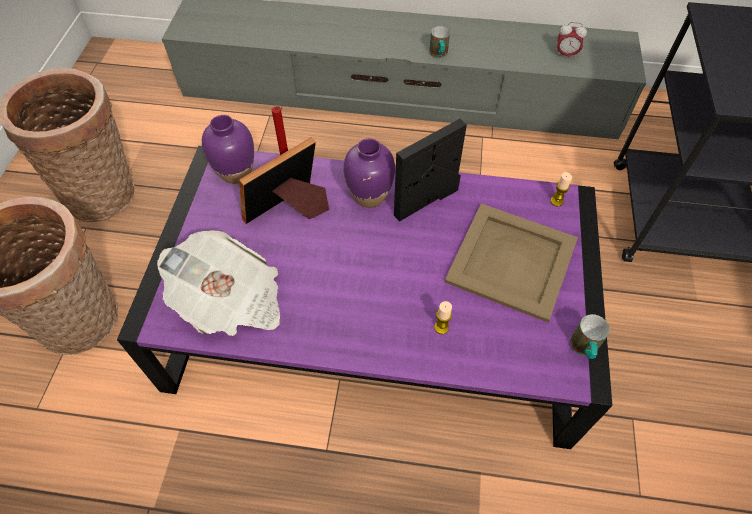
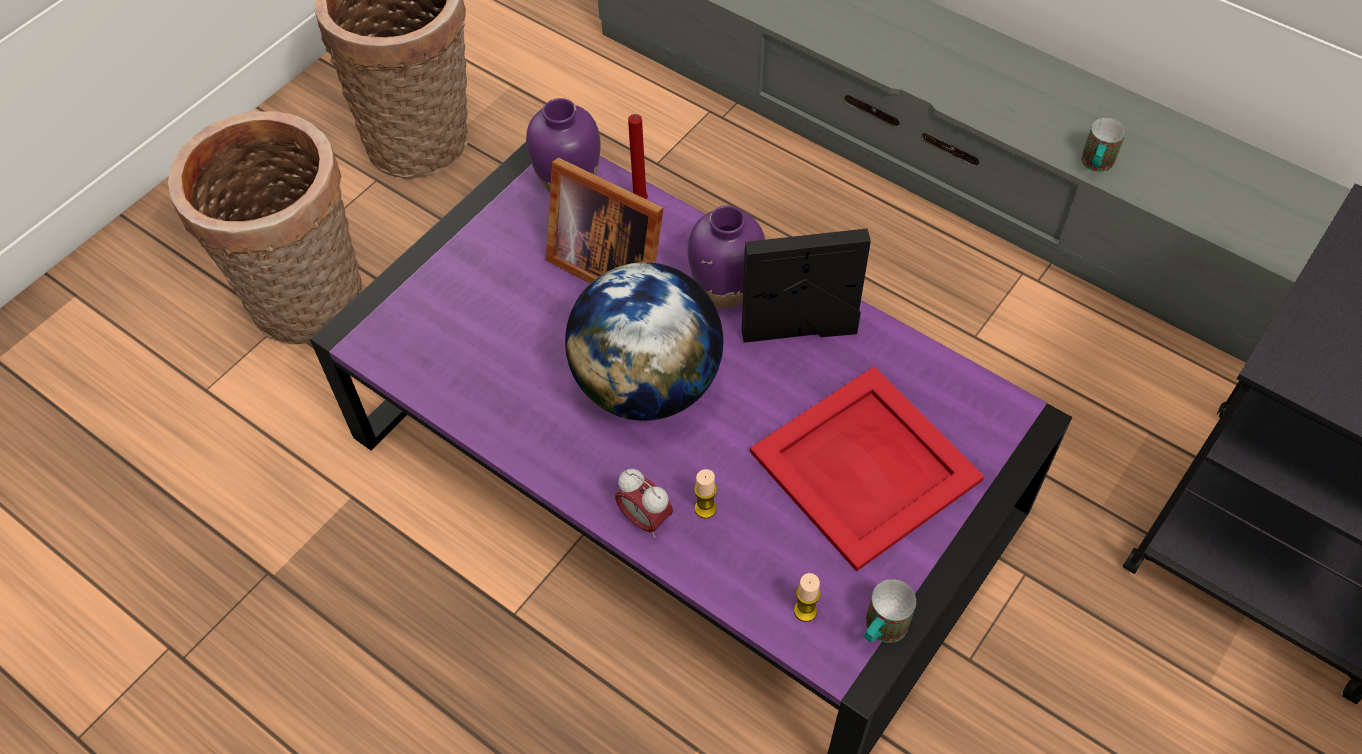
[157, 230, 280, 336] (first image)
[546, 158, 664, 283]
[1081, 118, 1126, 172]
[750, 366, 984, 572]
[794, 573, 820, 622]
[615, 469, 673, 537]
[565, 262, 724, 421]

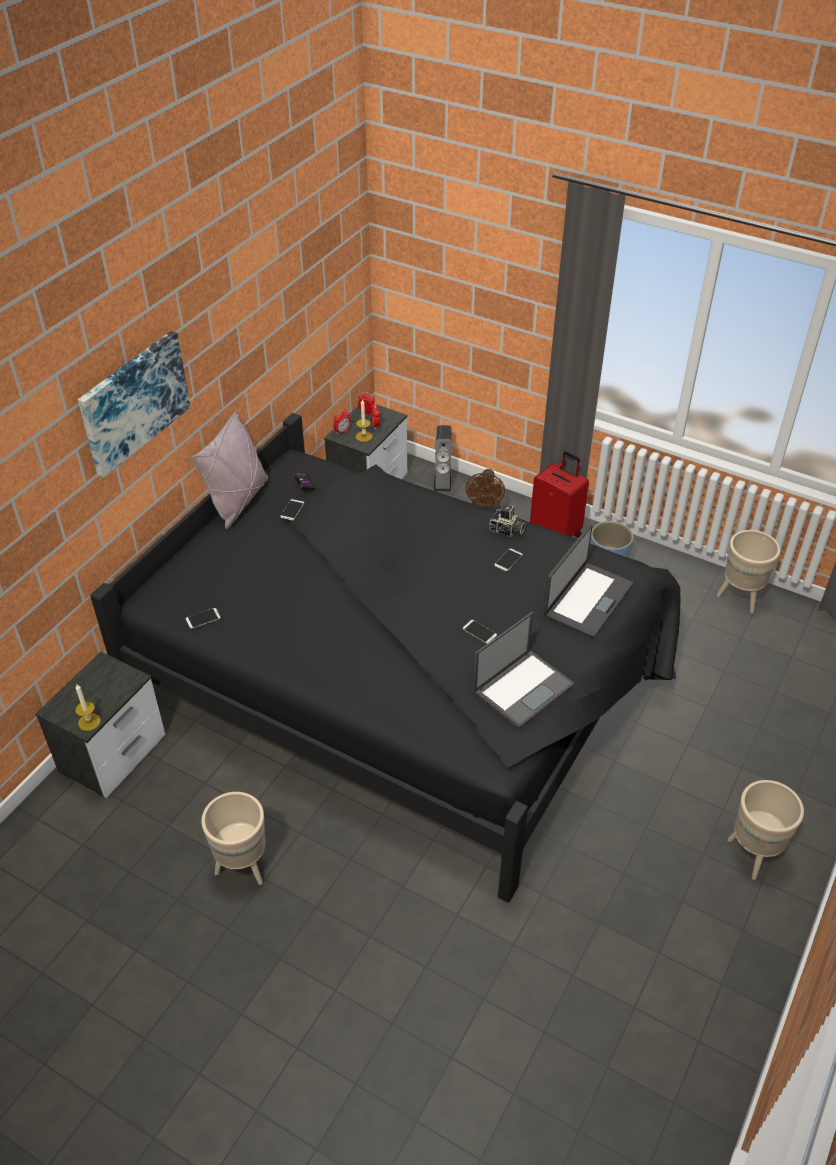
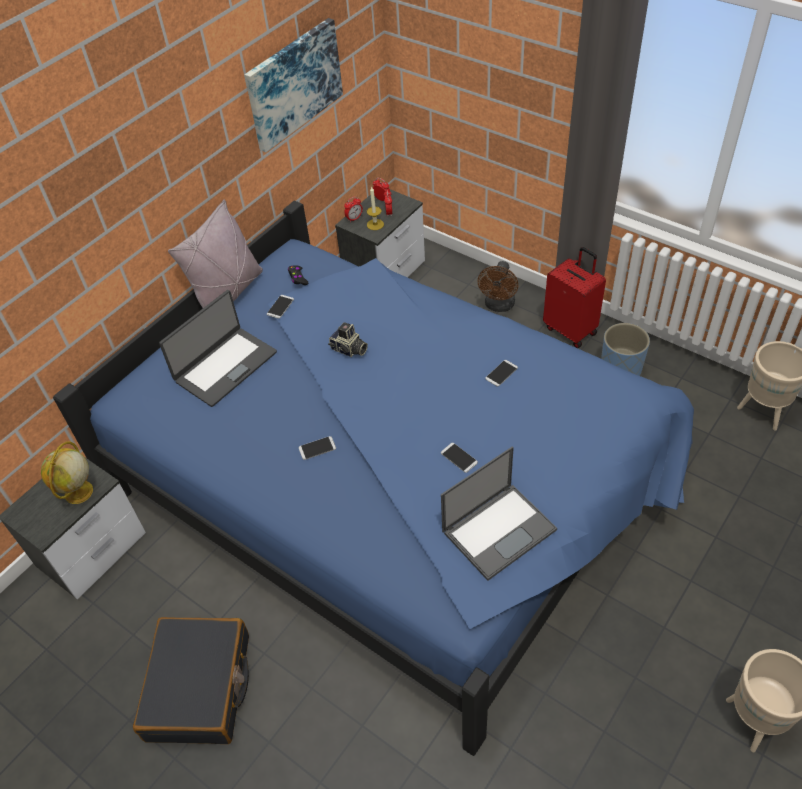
[75, 684, 101, 731] (first image)
[244, 18, 343, 152]
[53, 200, 694, 756]
[299, 436, 336, 460]
[133, 617, 249, 744]
[434, 425, 452, 492] (first image)
[328, 322, 368, 357]
[159, 290, 277, 407]
[41, 441, 93, 504]

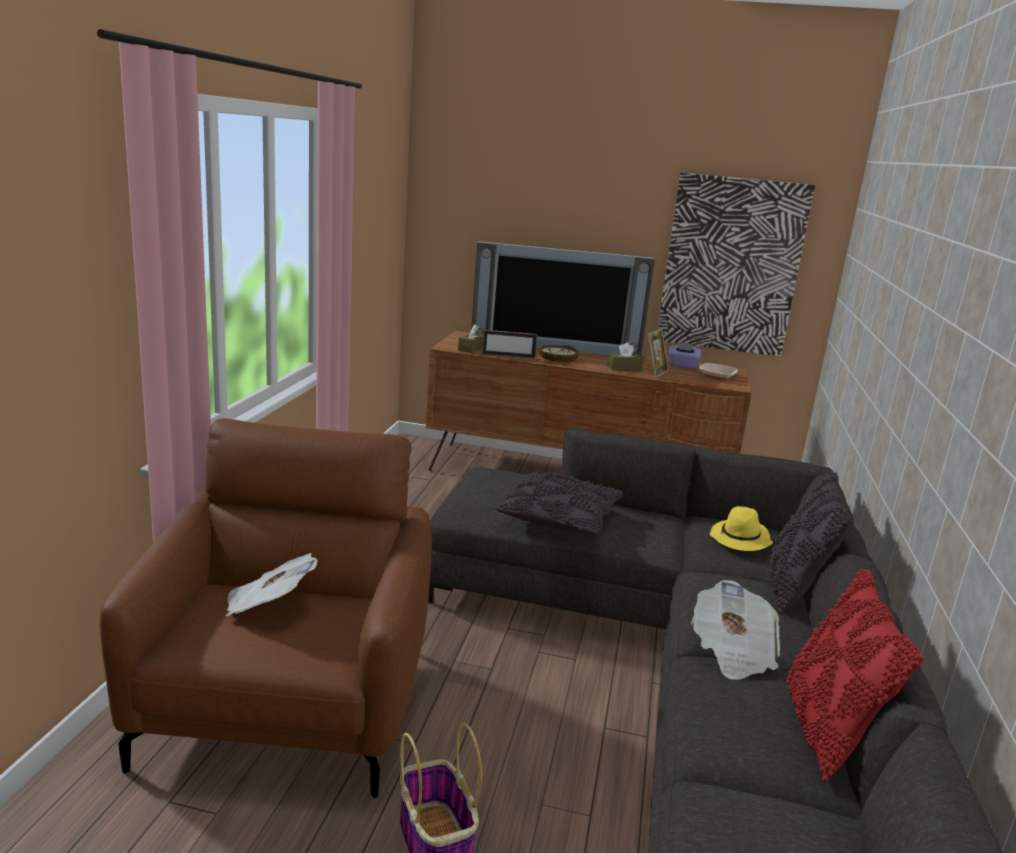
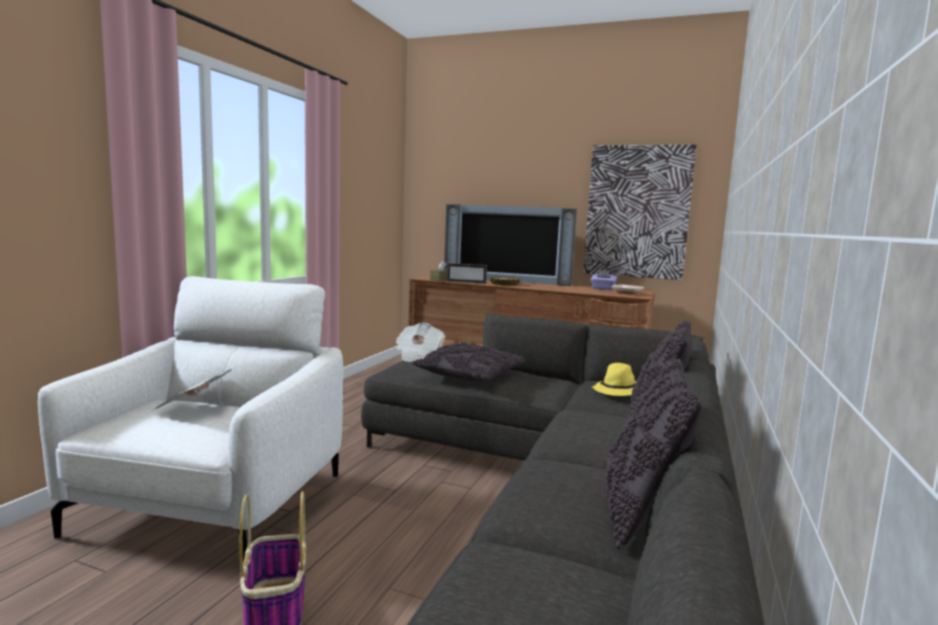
[38, 276, 343, 562]
[607, 342, 643, 371] (first image)
[648, 328, 669, 378] (first image)
[396, 323, 445, 362]
[605, 358, 702, 549]

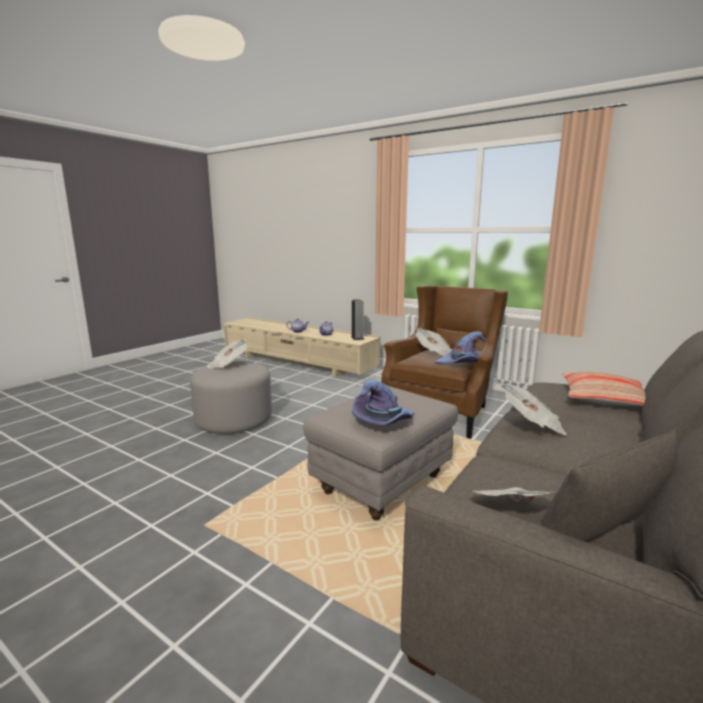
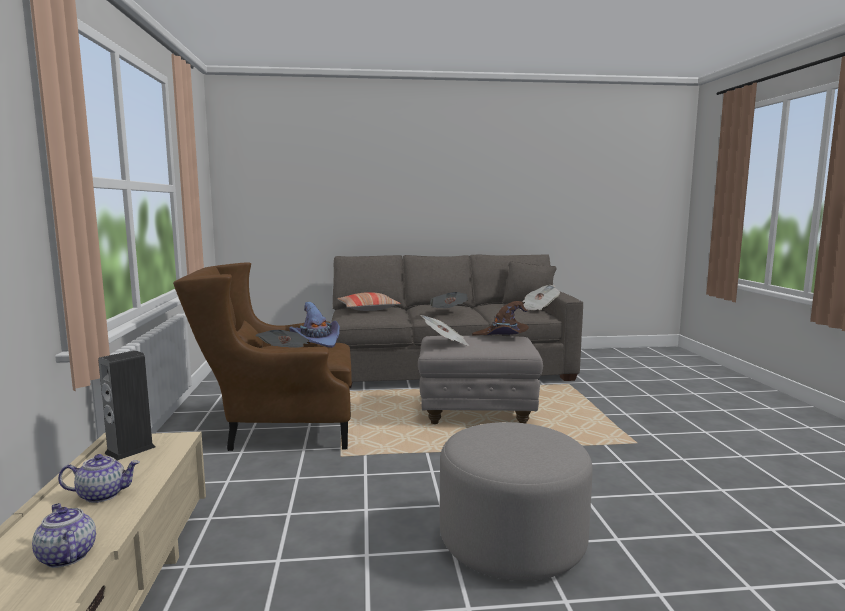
[420, 315, 469, 346]
[472, 301, 529, 336]

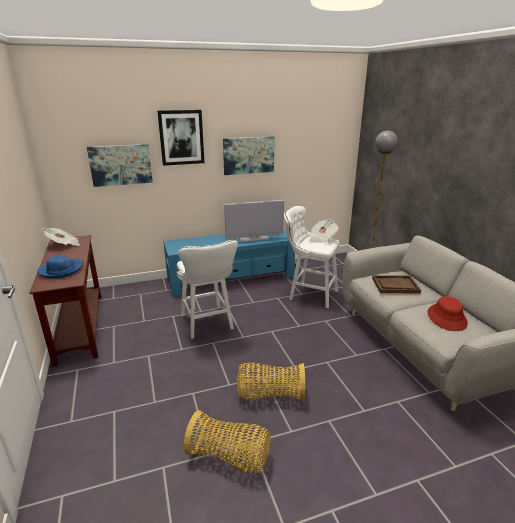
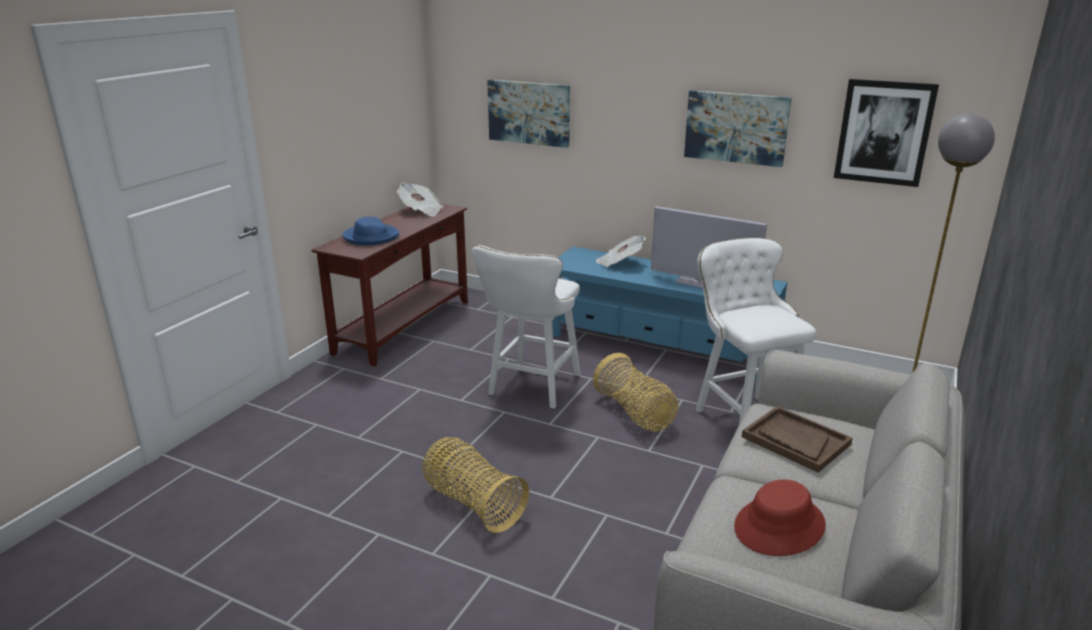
[834, 79, 939, 187]
[593, 353, 679, 432]
[596, 236, 646, 267]

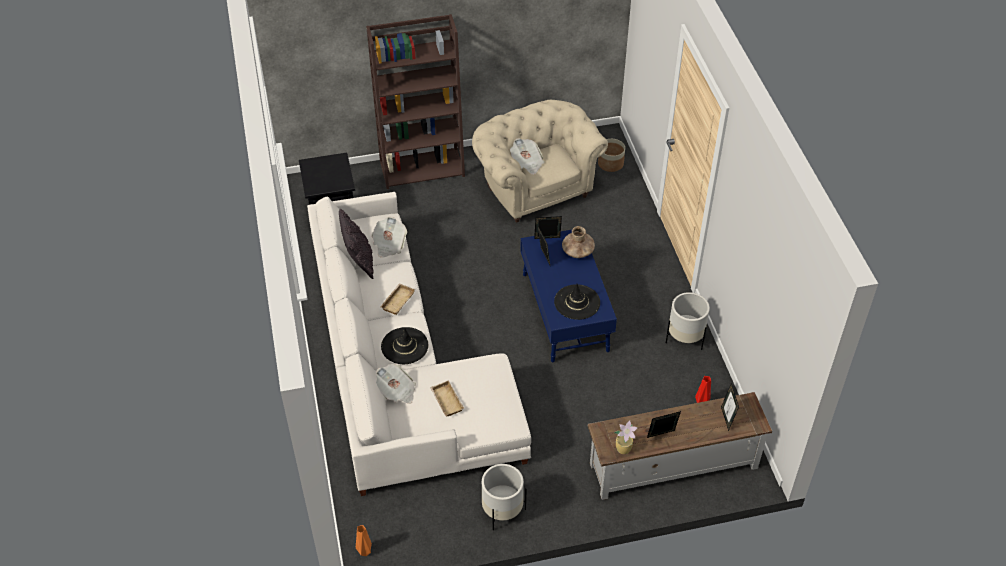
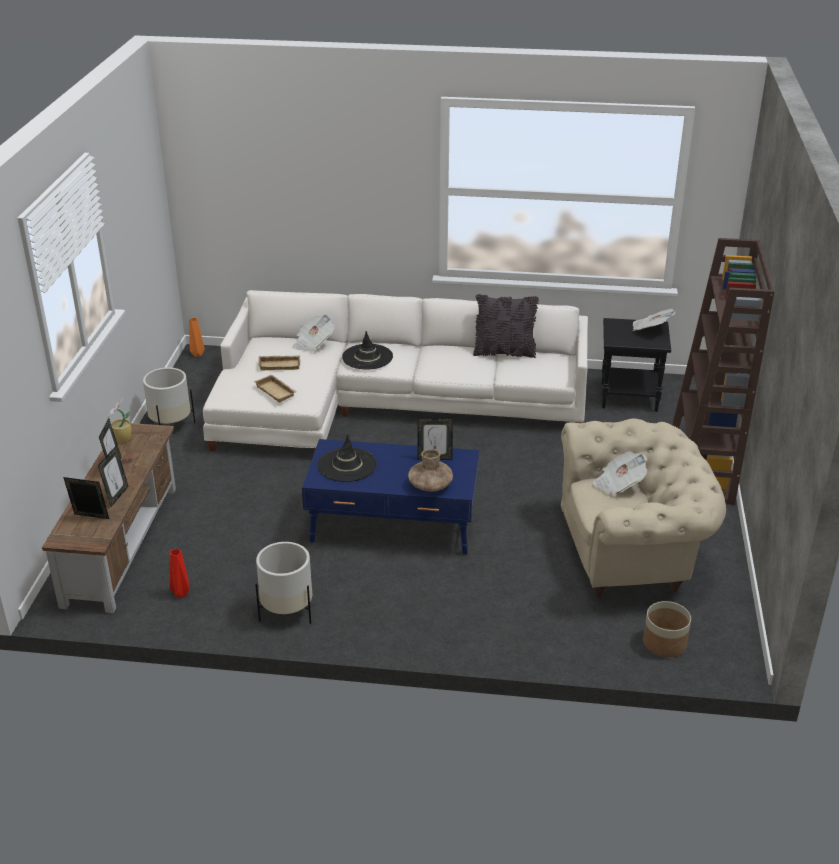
[633, 308, 676, 331]
[254, 375, 297, 402]
[98, 446, 129, 507]

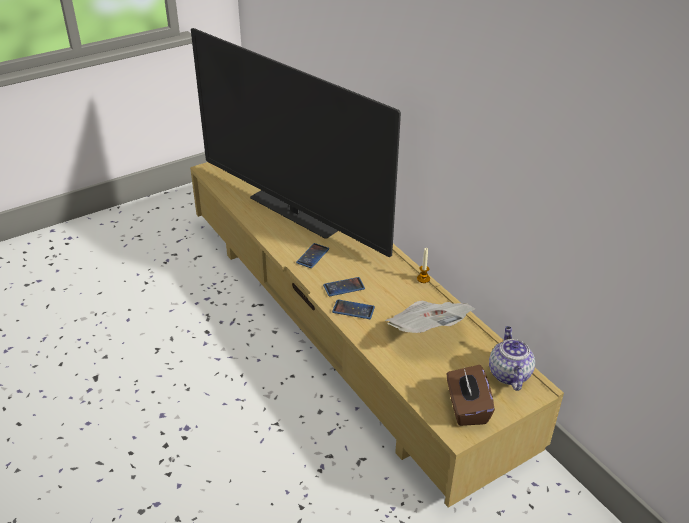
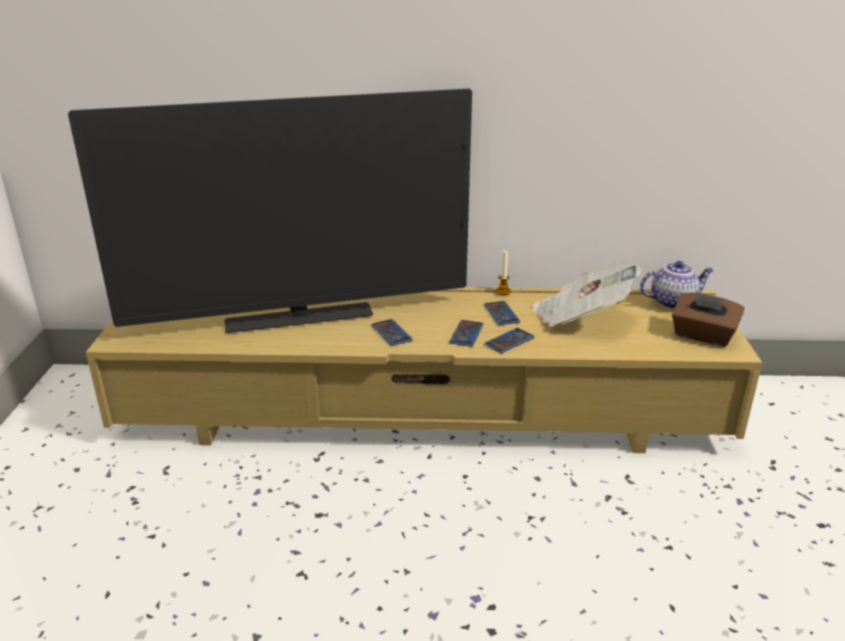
[640, 261, 713, 309]
[484, 301, 520, 325]

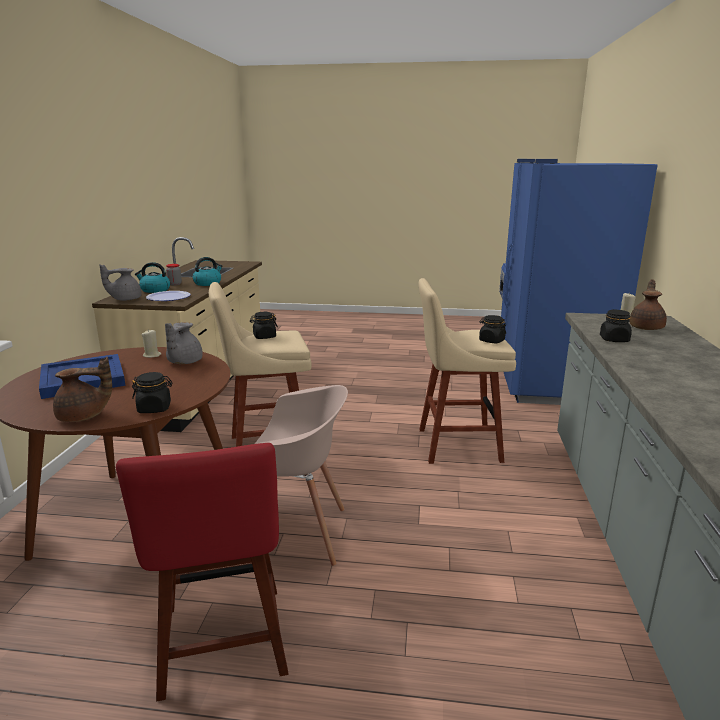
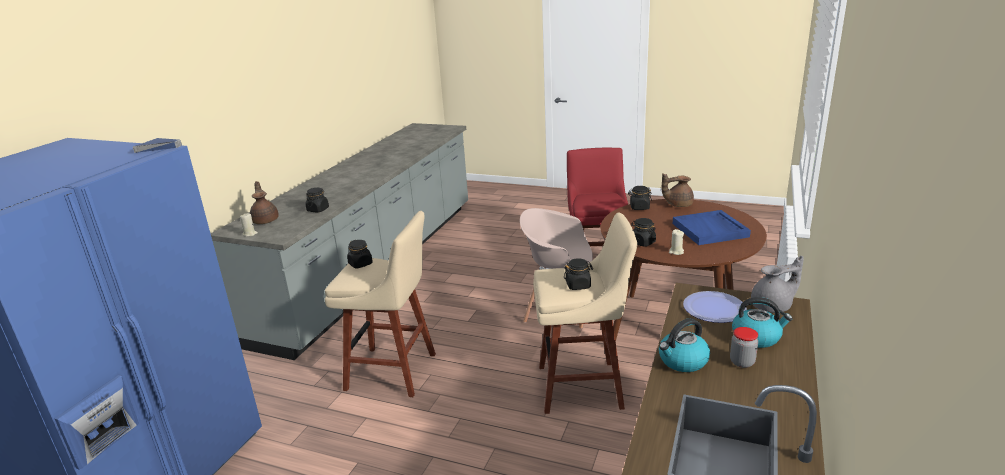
[631, 218, 656, 247]
[250, 181, 279, 224]

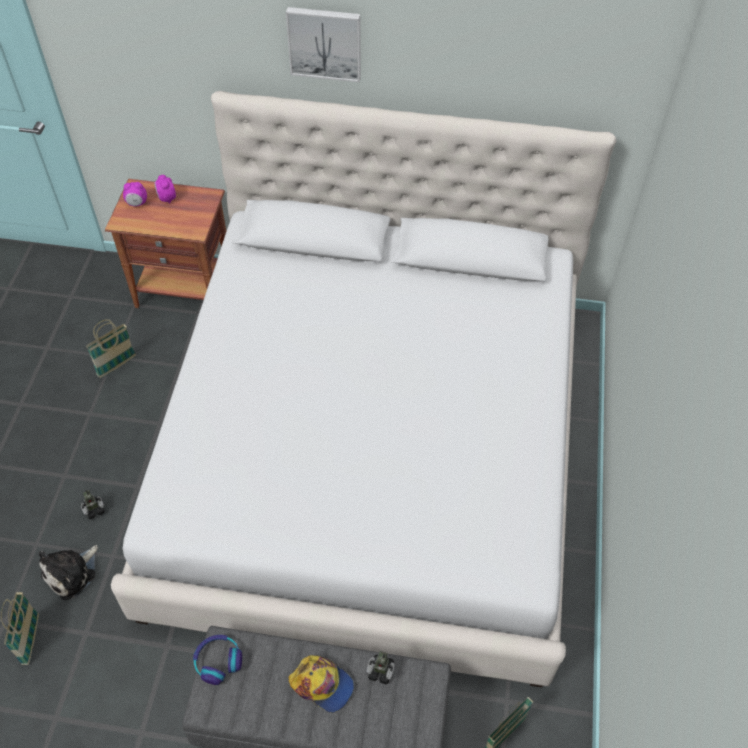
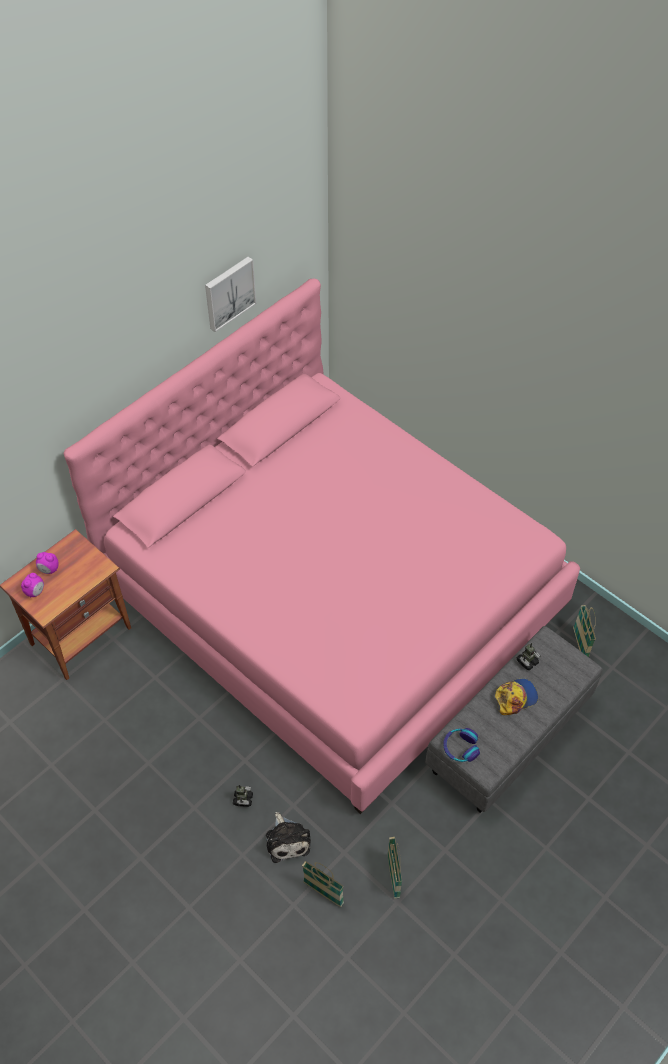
[387, 837, 402, 899]
[64, 278, 580, 814]
[205, 257, 256, 332]

